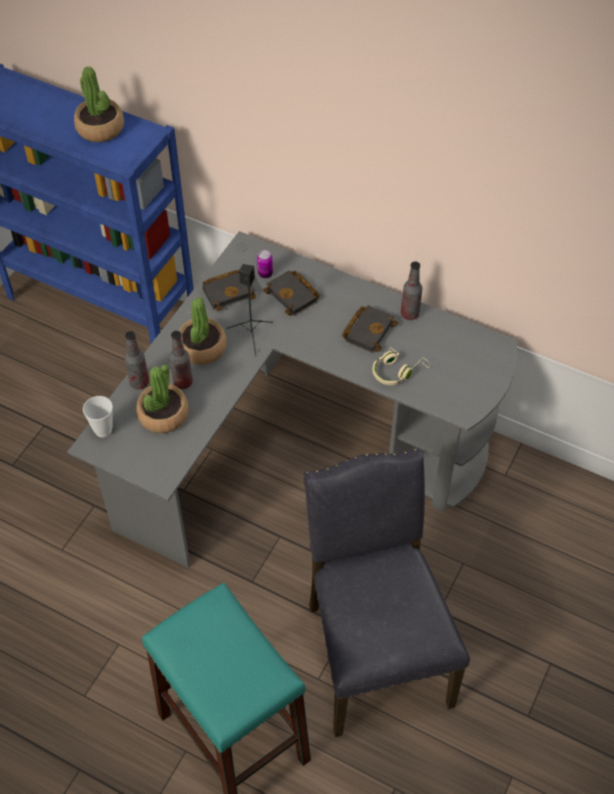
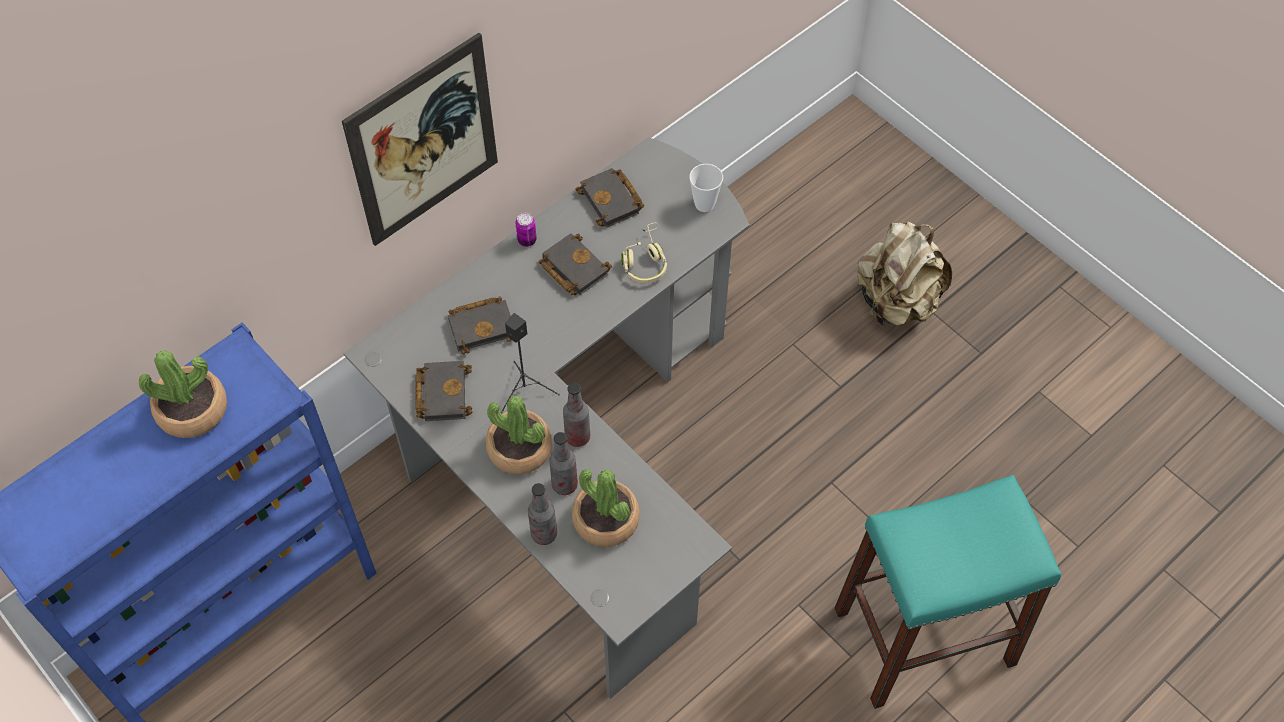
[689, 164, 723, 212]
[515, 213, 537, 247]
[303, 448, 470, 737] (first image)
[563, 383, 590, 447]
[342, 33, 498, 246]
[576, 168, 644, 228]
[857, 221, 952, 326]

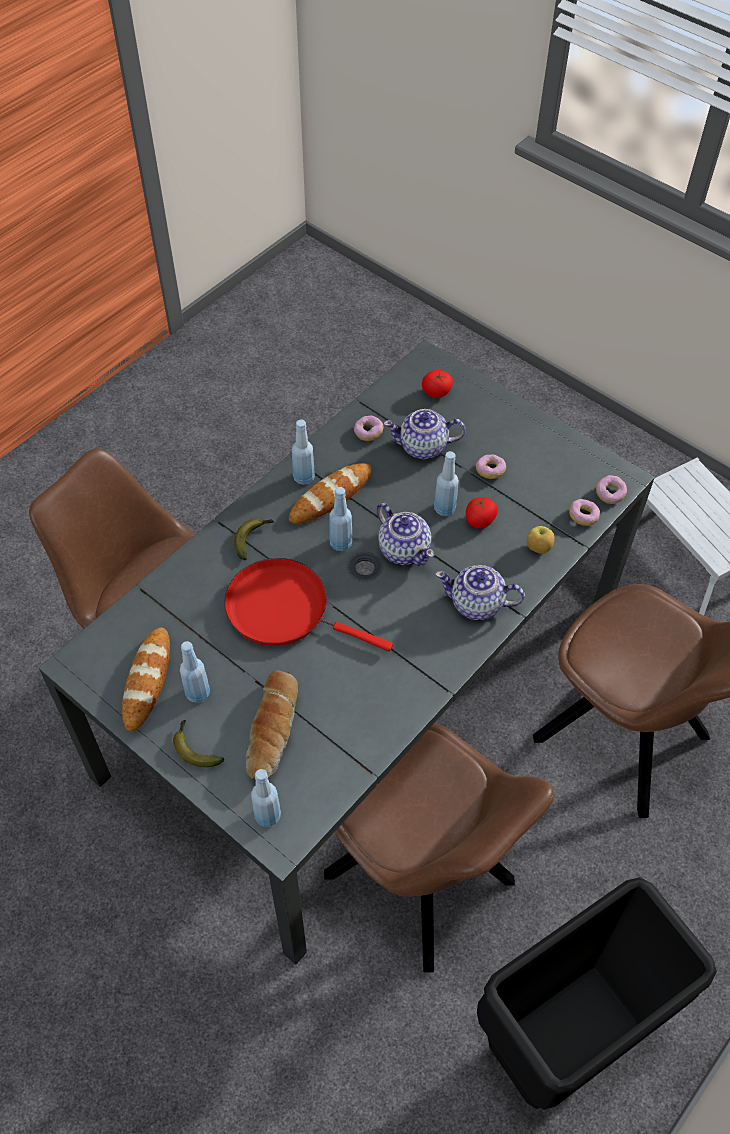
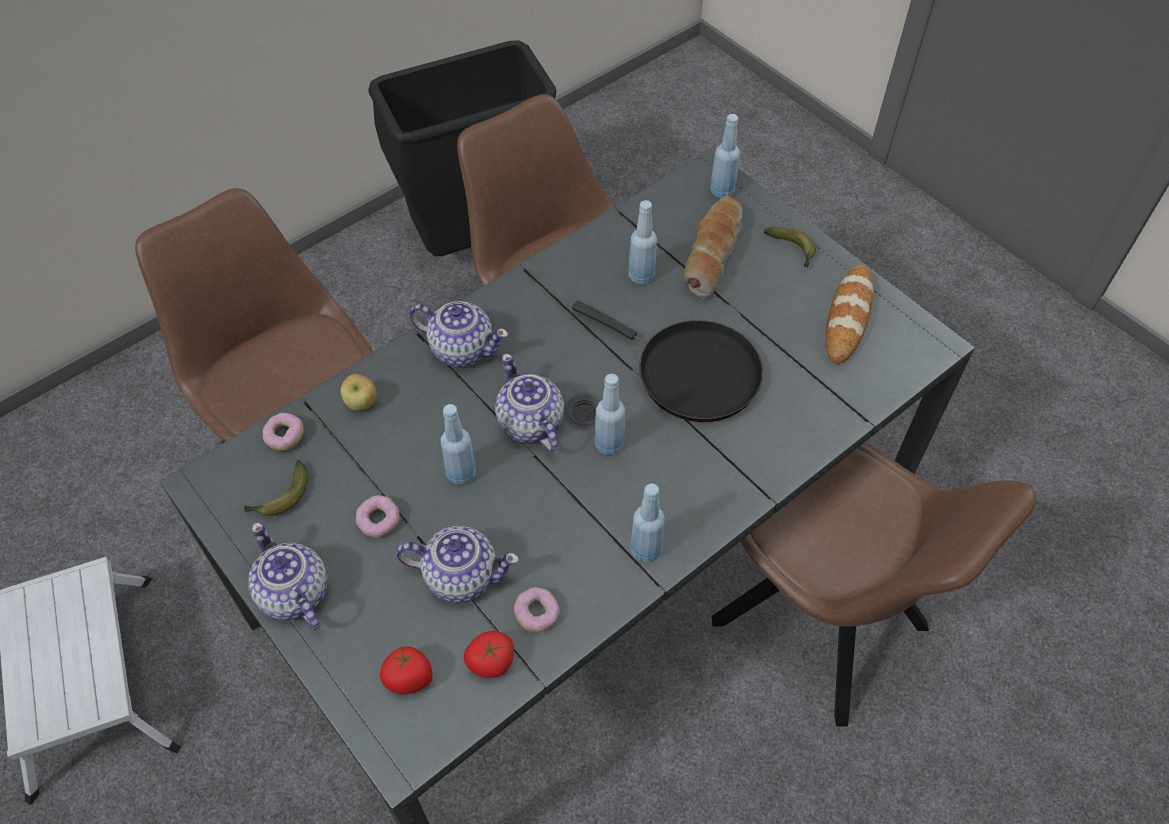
[629, 200, 657, 284]
[572, 301, 763, 422]
[244, 460, 307, 516]
[289, 463, 372, 524] (first image)
[464, 631, 514, 678]
[596, 475, 627, 504] (first image)
[248, 522, 328, 630]

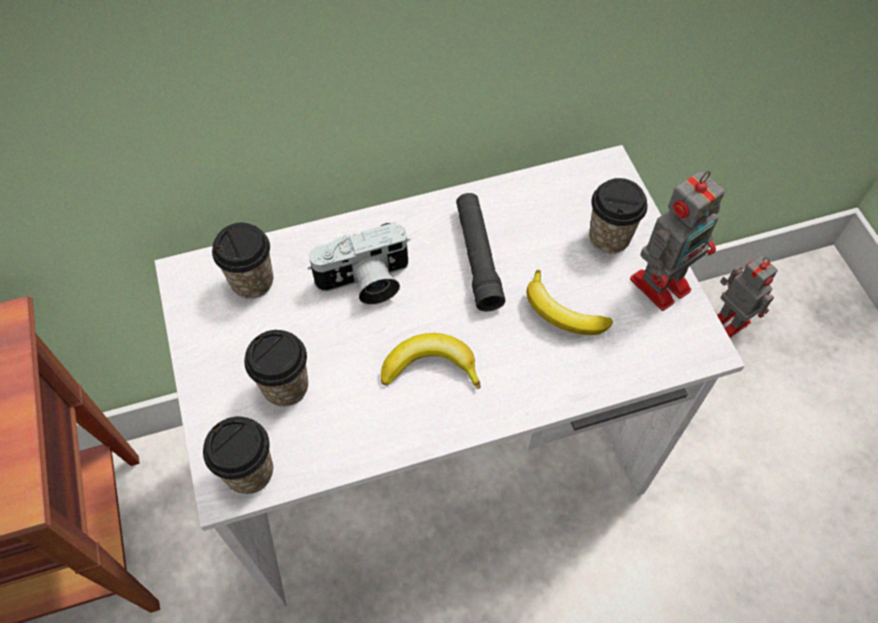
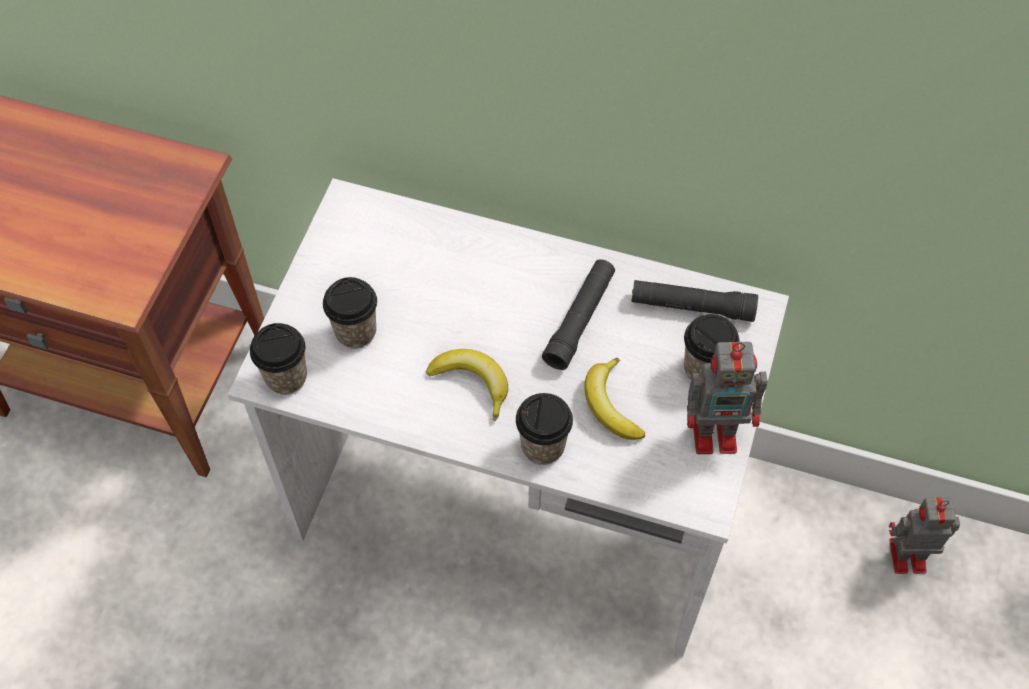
[516, 393, 573, 465]
[307, 222, 410, 304] (first image)
[889, 497, 960, 574]
[631, 280, 758, 322]

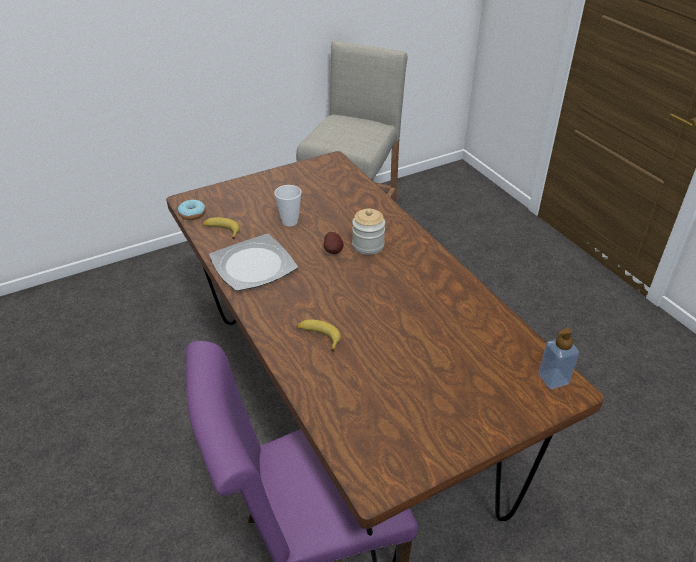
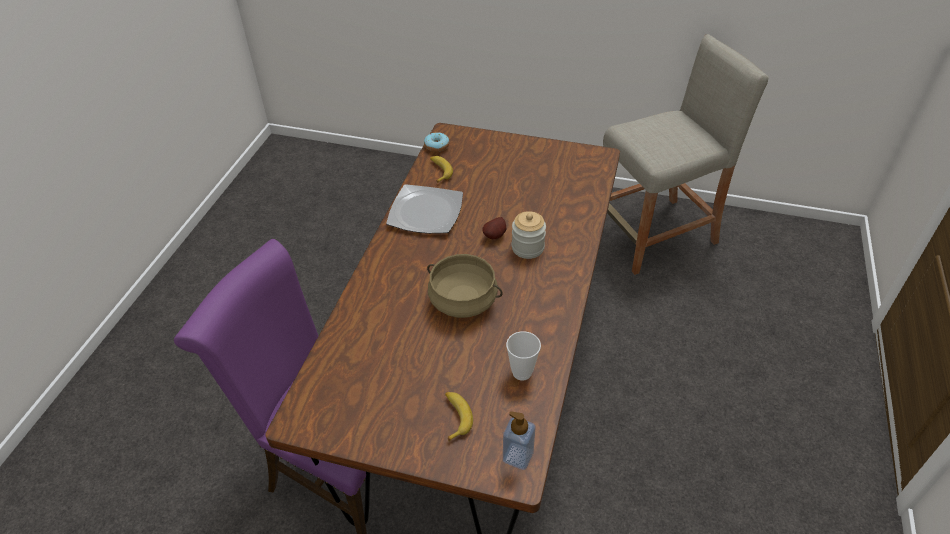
[506, 331, 541, 381]
[445, 392, 473, 441]
[427, 254, 503, 318]

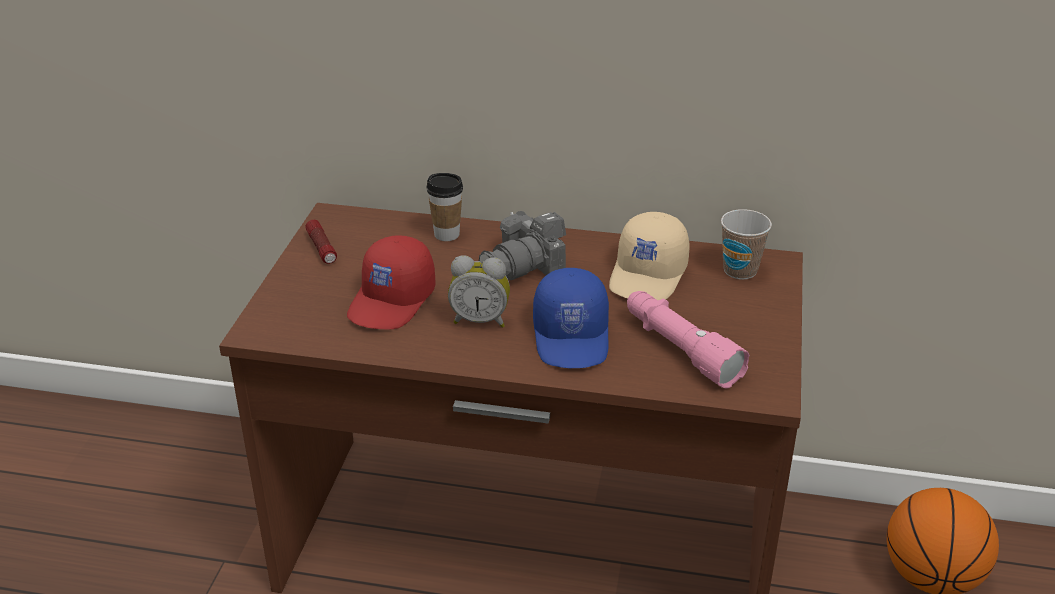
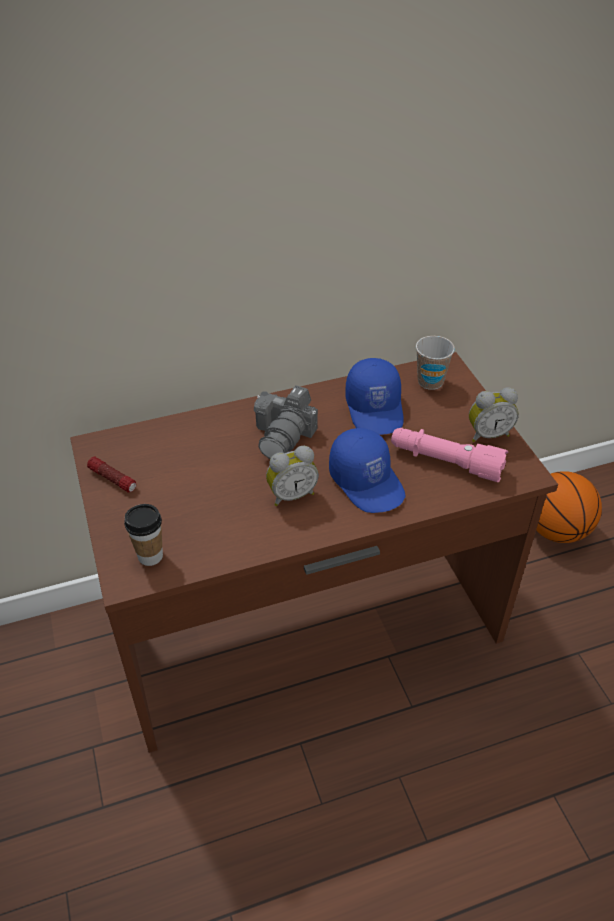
[347, 235, 436, 330] (first image)
[124, 504, 163, 566]
[345, 358, 404, 435]
[469, 387, 519, 442]

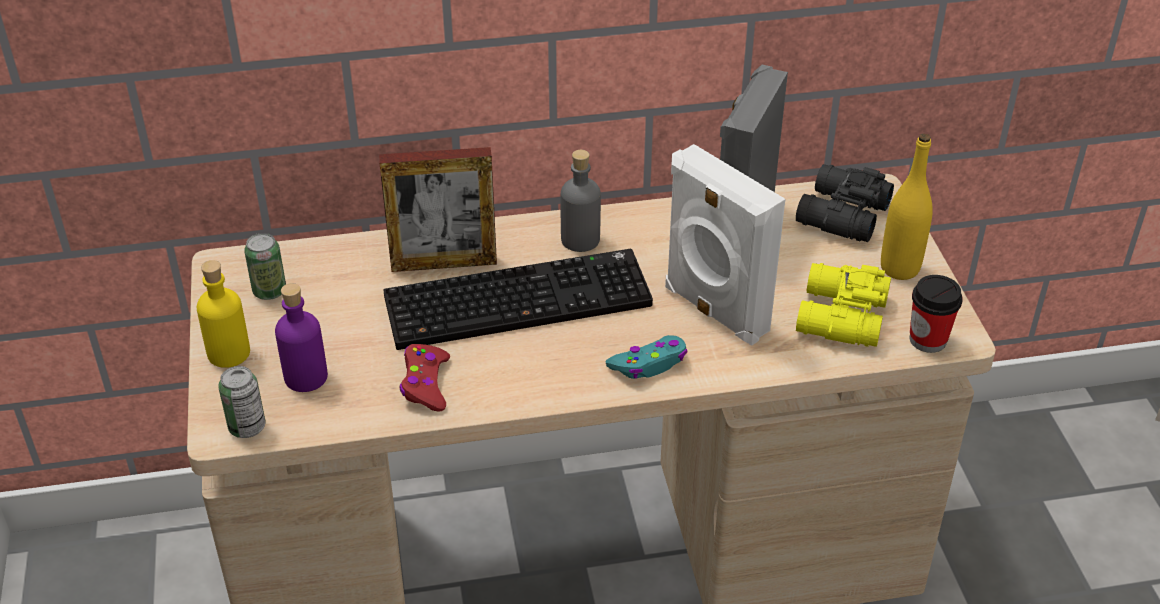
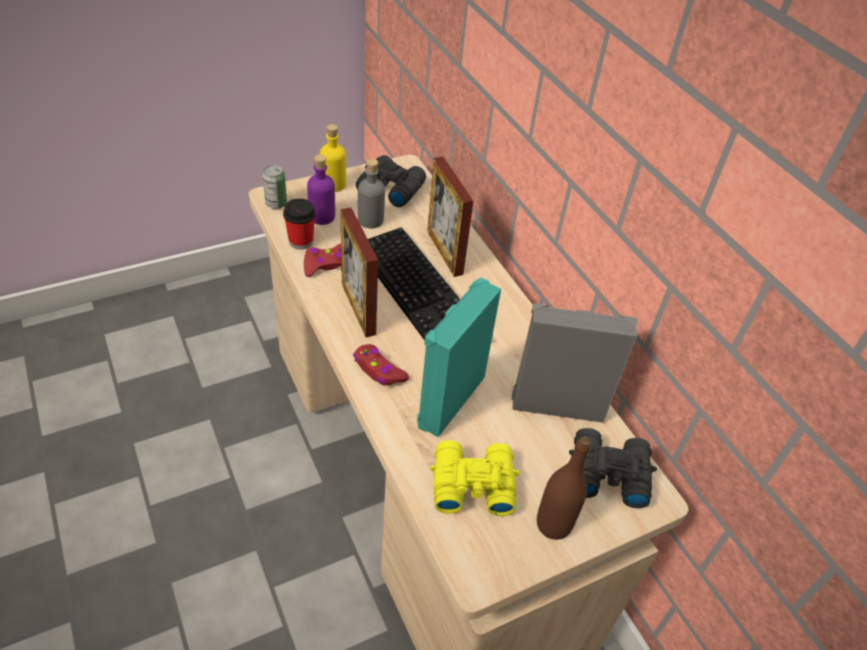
[356, 155, 426, 207]
[358, 159, 385, 228]
[353, 344, 409, 385]
[417, 277, 501, 437]
[537, 436, 590, 540]
[283, 198, 315, 249]
[340, 207, 378, 337]

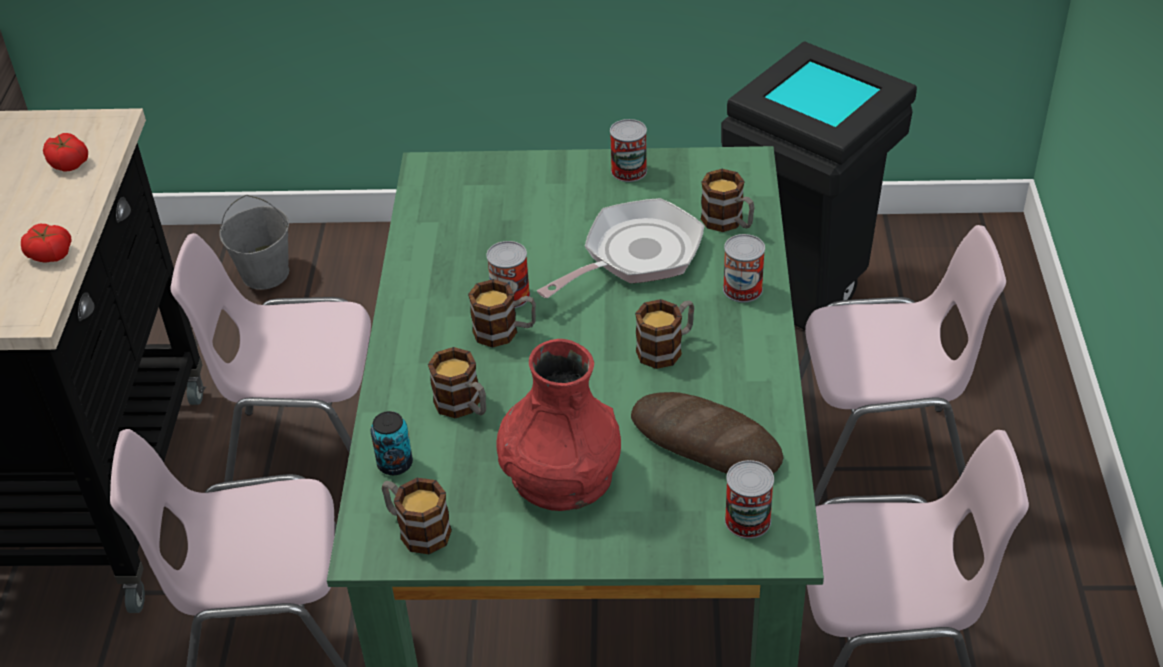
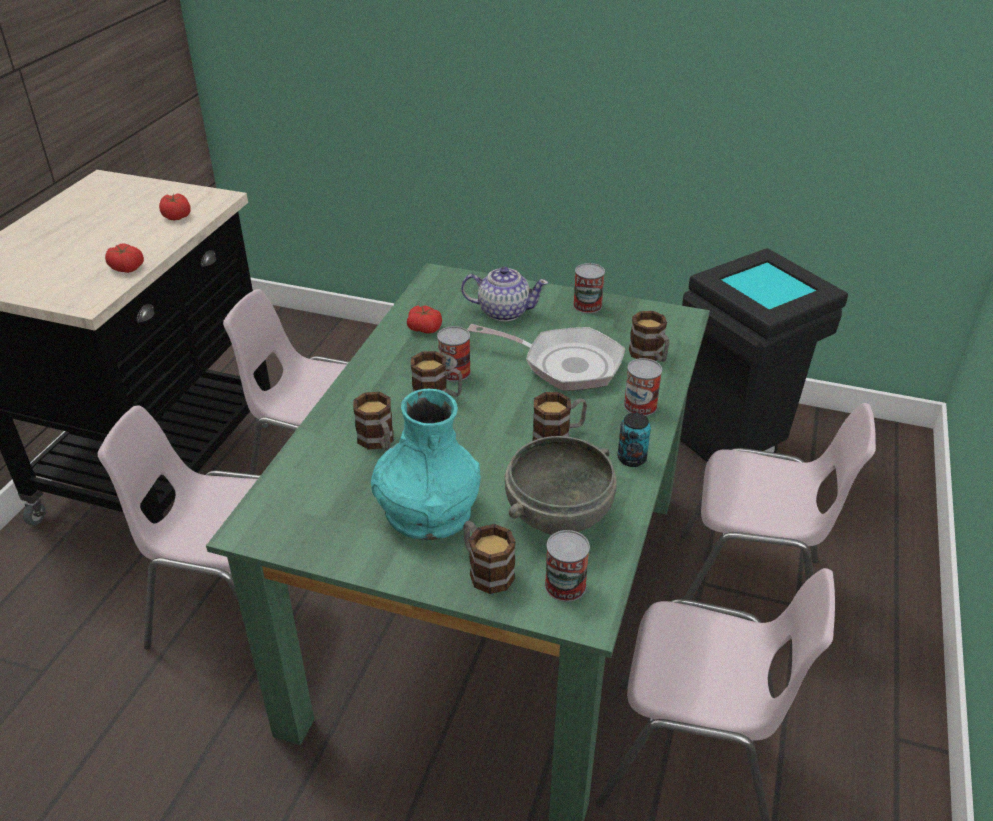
[219, 195, 289, 289] (first image)
[618, 413, 651, 467]
[463, 521, 516, 594]
[371, 389, 481, 540]
[467, 324, 625, 391]
[504, 436, 617, 535]
[407, 306, 442, 334]
[461, 267, 548, 321]

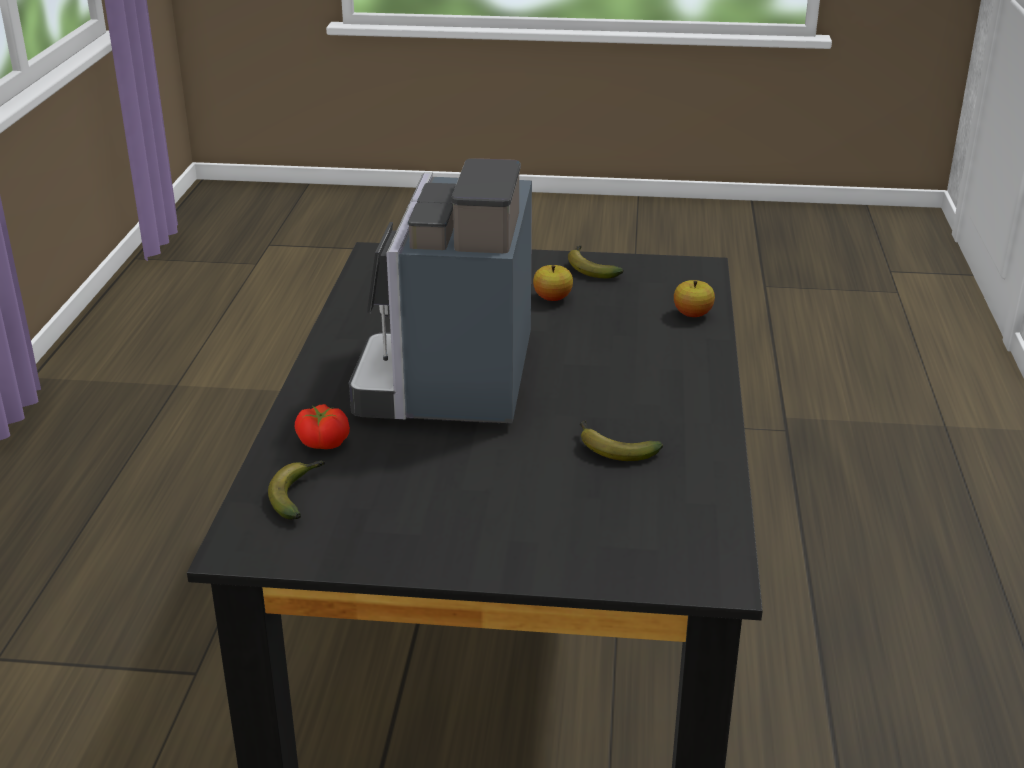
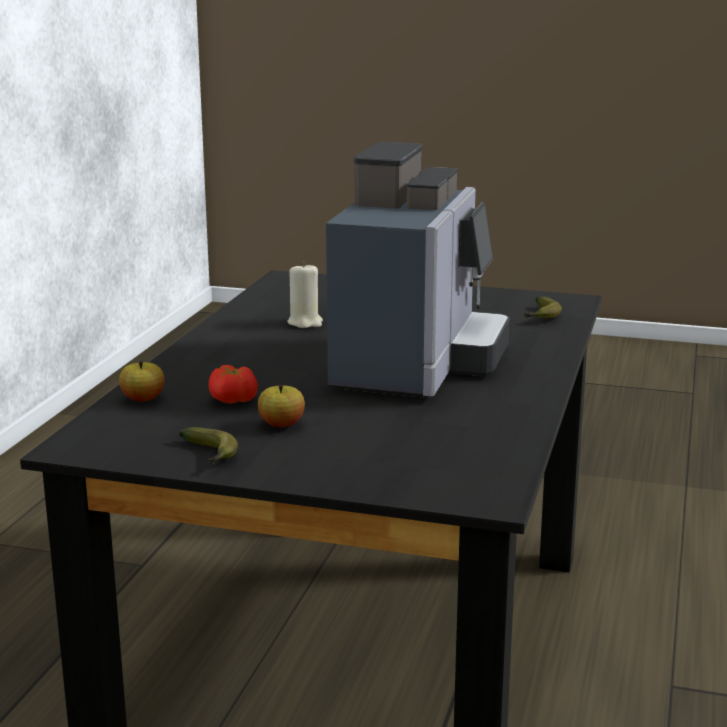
[208, 365, 258, 404]
[288, 262, 323, 328]

